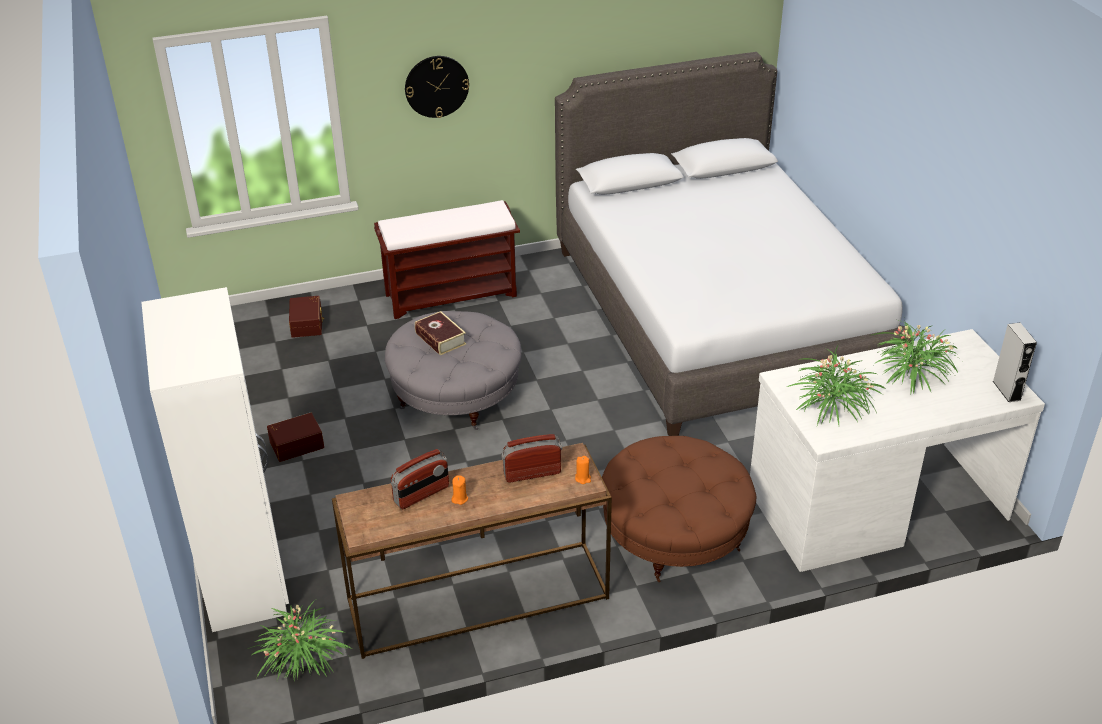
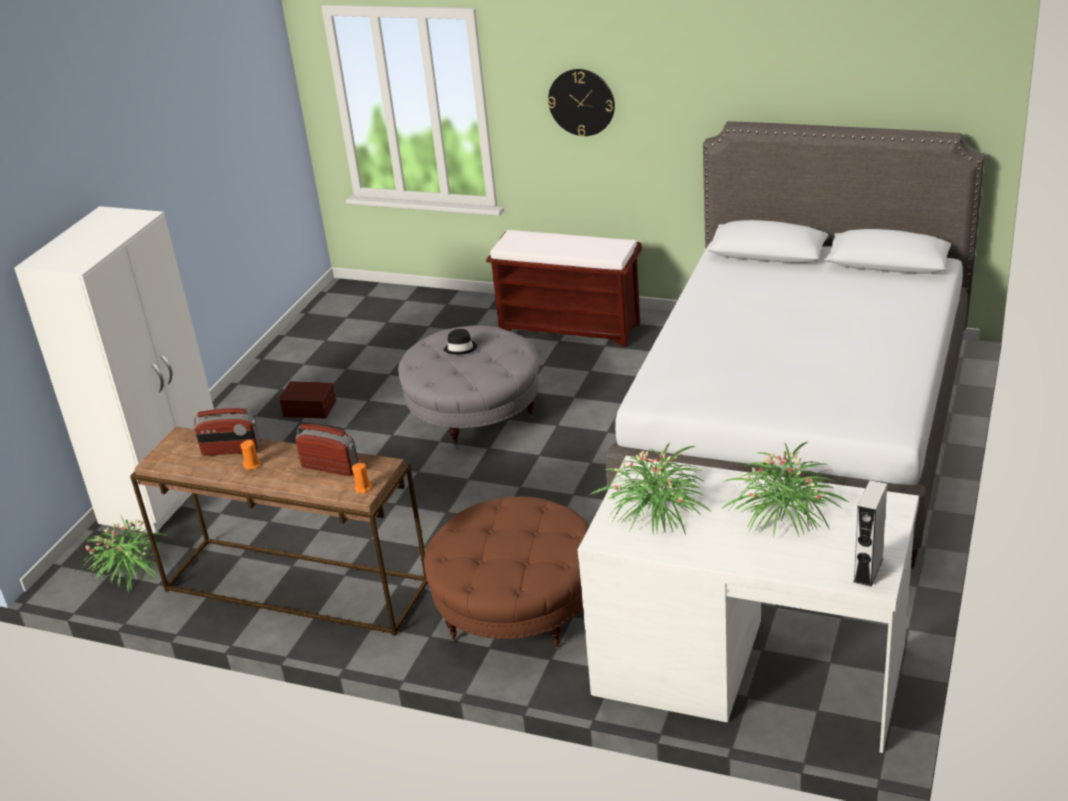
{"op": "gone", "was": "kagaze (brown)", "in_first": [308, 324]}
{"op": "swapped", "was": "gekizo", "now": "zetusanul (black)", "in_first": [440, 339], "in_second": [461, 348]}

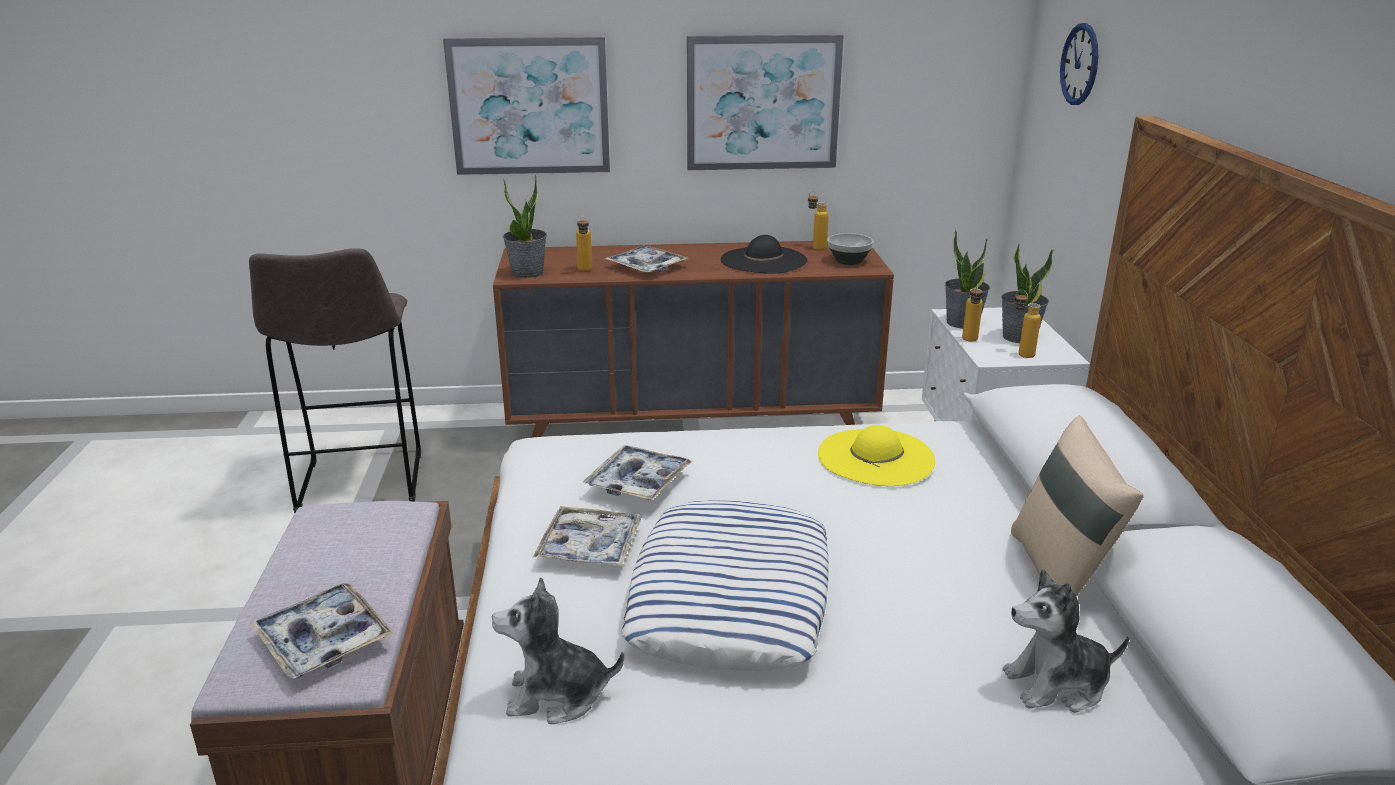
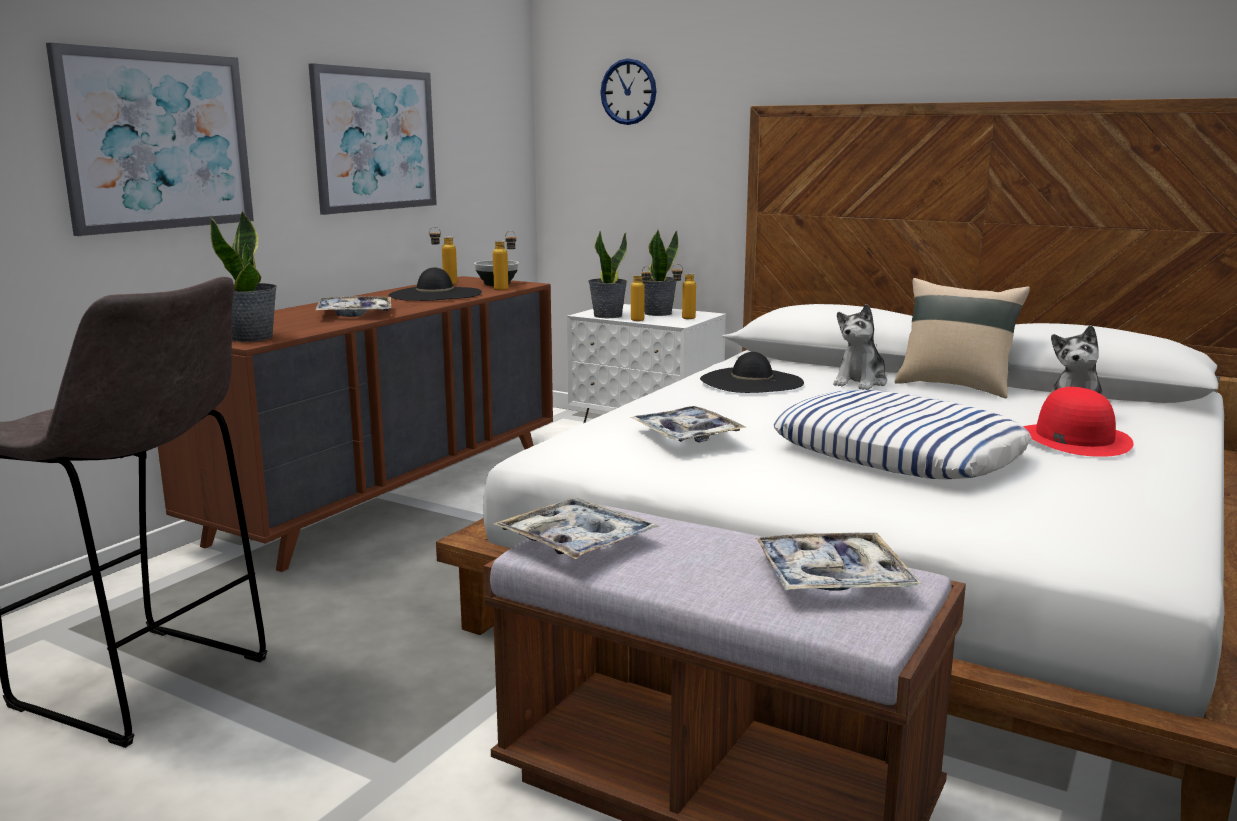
{"op": "shifted", "was": "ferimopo", "in_first": [557, 696], "in_second": [861, 382]}
{"op": "shifted", "was": "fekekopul", "in_first": [589, 546], "in_second": [576, 542]}
{"op": "shifted", "was": "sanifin", "in_first": [585, 271], "in_second": [506, 290]}
{"op": "repainted", "was": "zetusanul (yellow)", "now": "zetusanul (black)", "in_first": [876, 457], "in_second": [751, 381]}
{"op": "new", "now": "zetusanul (red)", "in_second": [1073, 439]}

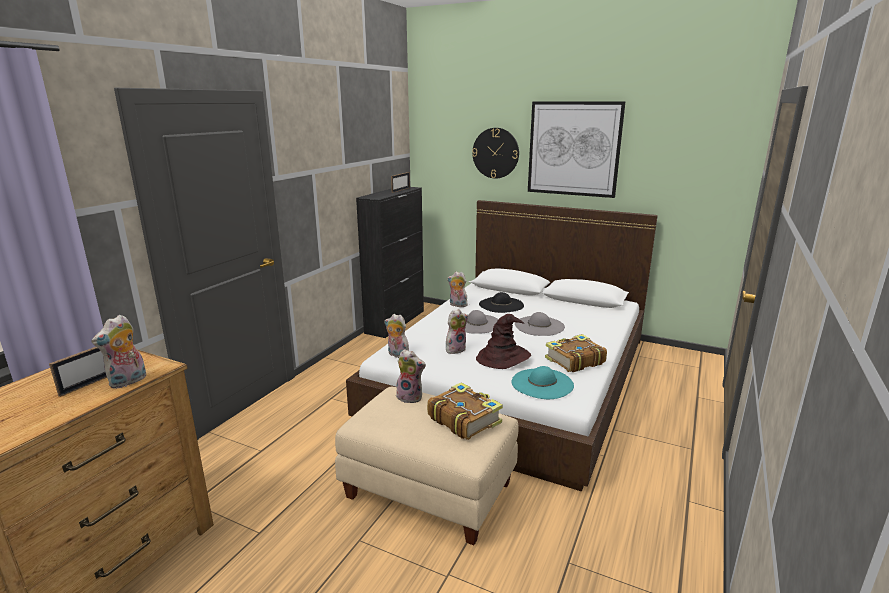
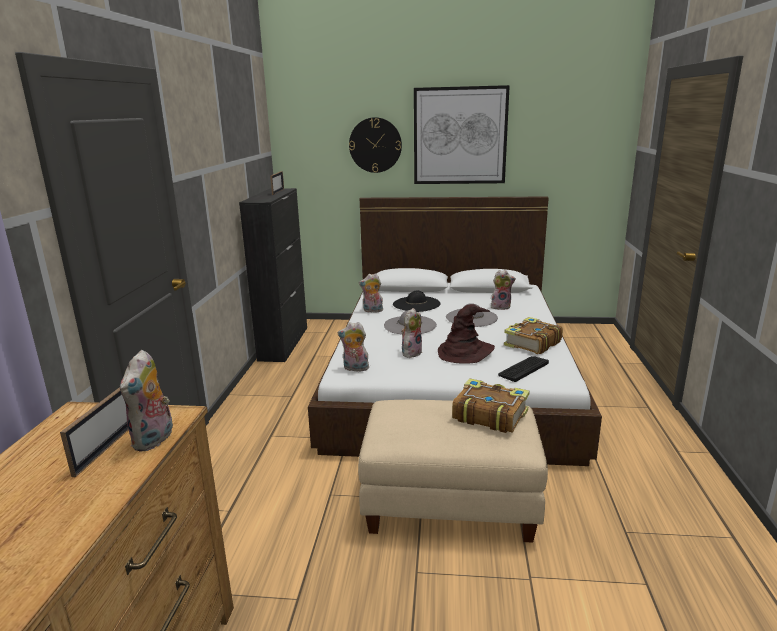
{"op": "shifted", "was": "ferimopo", "in_first": [411, 397], "in_second": [501, 307]}
{"op": "swapped", "was": "zetusanul (turquoise)", "now": "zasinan", "in_first": [542, 383], "in_second": [523, 369]}

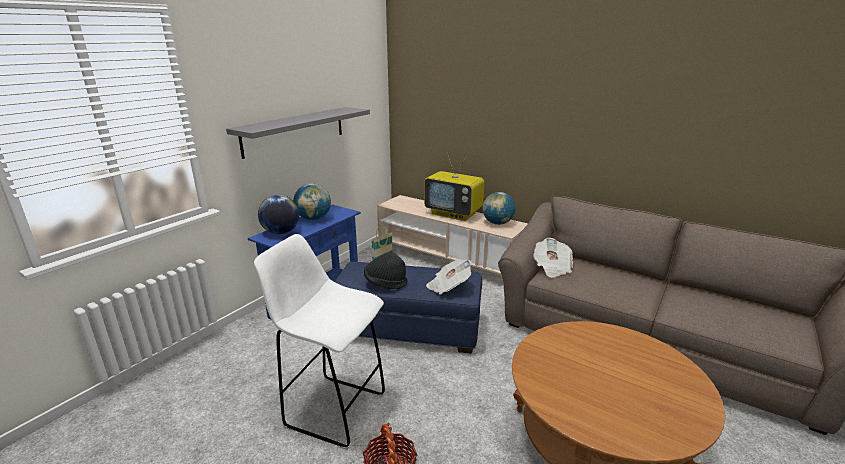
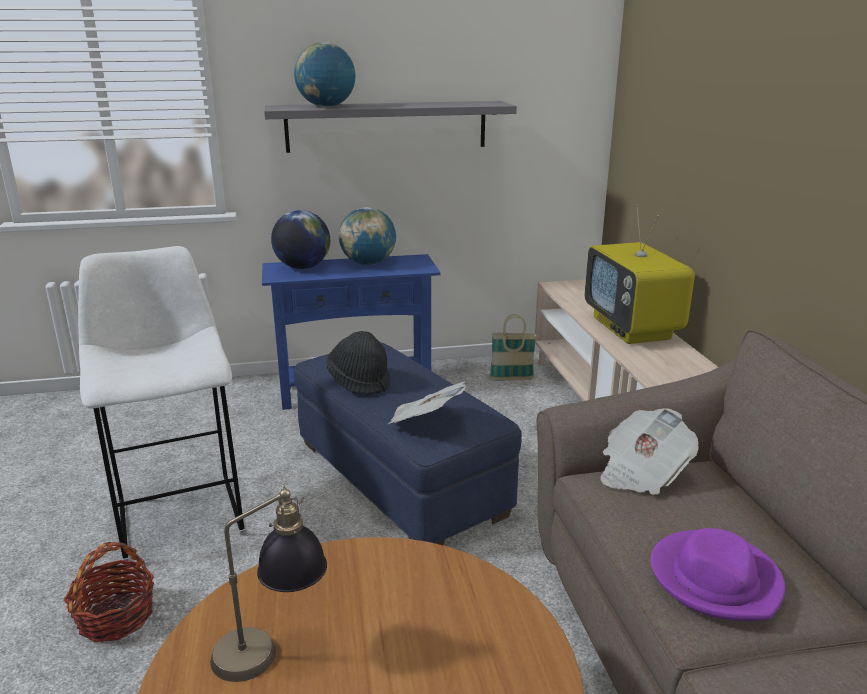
{"op": "shifted", "was": "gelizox", "in_first": [497, 223], "in_second": [326, 106]}
{"op": "new", "now": "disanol", "in_second": [272, 651]}
{"op": "new", "now": "zetusanul (purple)", "in_second": [715, 579]}

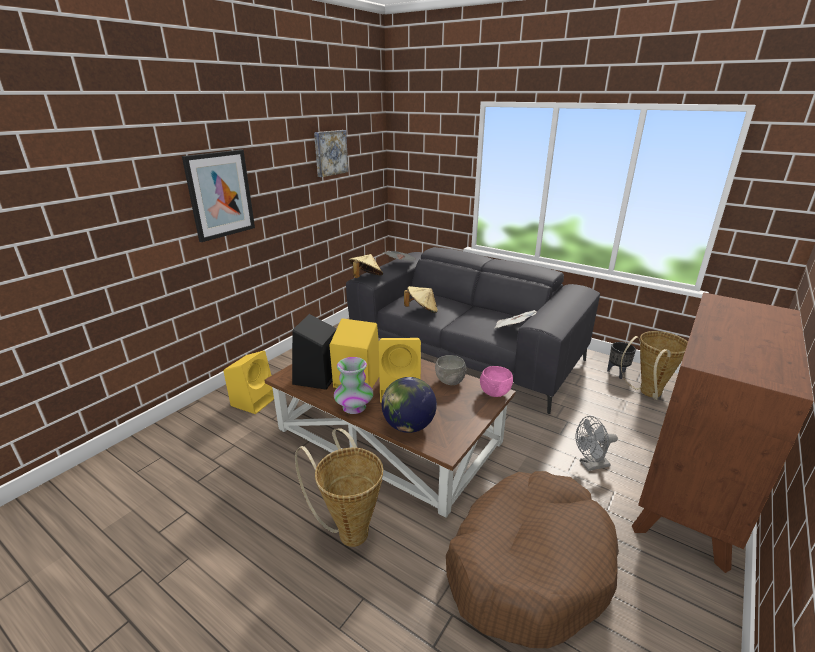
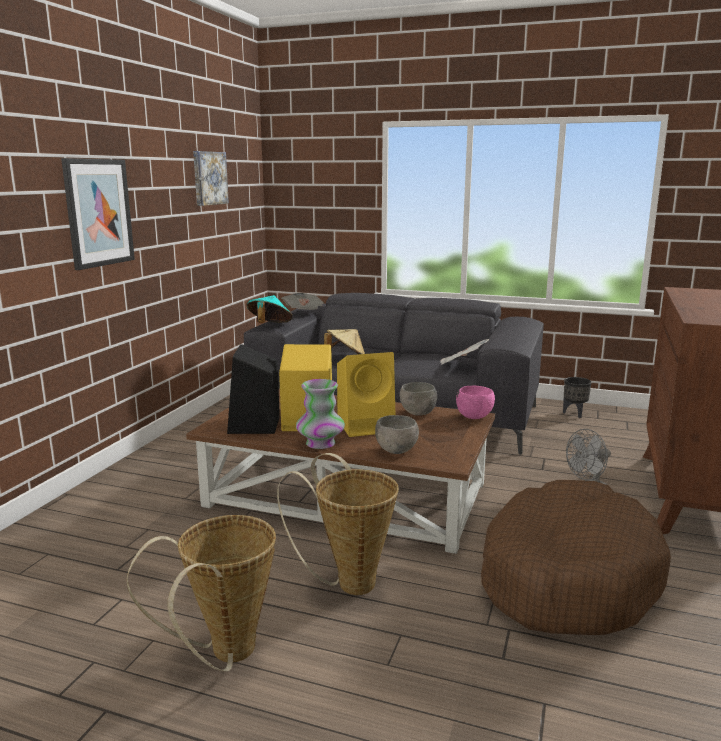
{"op": "gone", "was": "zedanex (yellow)", "in_first": [254, 400]}
{"op": "repainted", "was": "zetusanul (beige)", "now": "zetusanul (turquoise)", "in_first": [365, 278], "in_second": [269, 326]}
{"op": "swapped", "was": "gelizox", "now": "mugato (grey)", "in_first": [409, 426], "in_second": [397, 451]}
{"op": "shifted", "was": "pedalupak", "in_first": [647, 394], "in_second": [224, 655]}

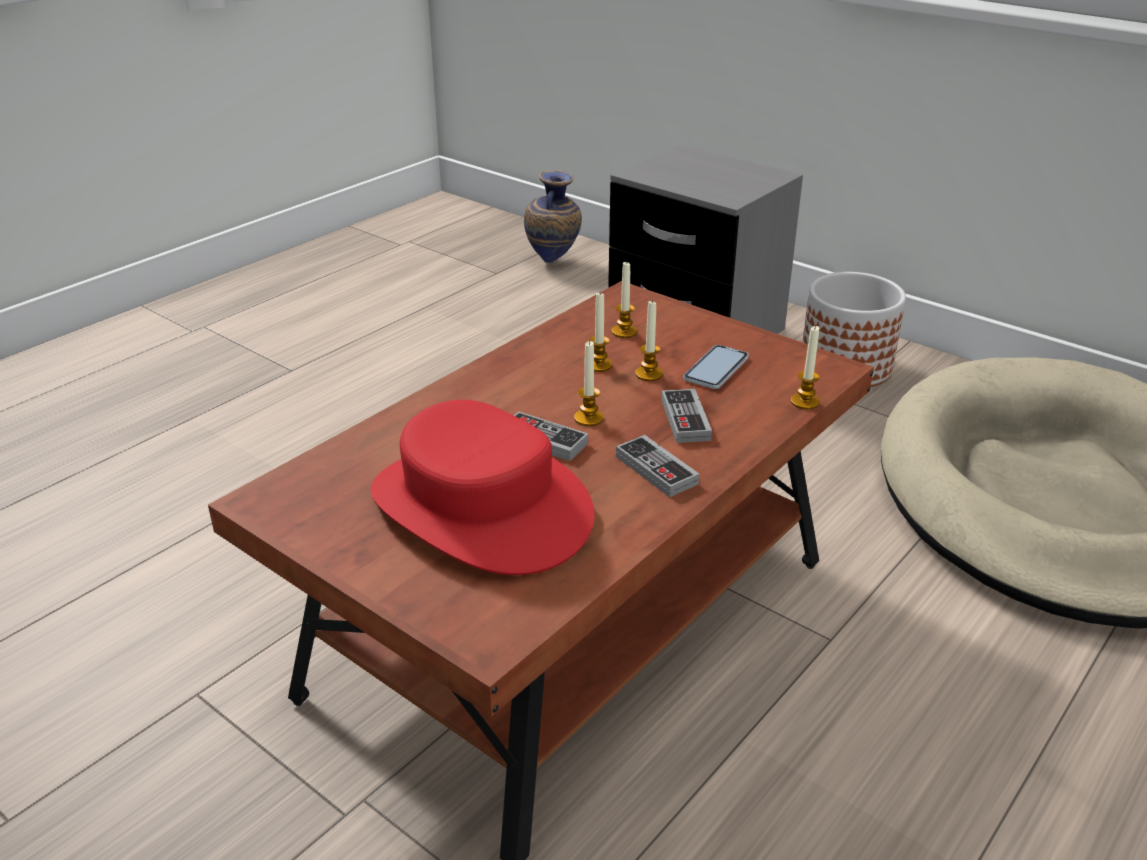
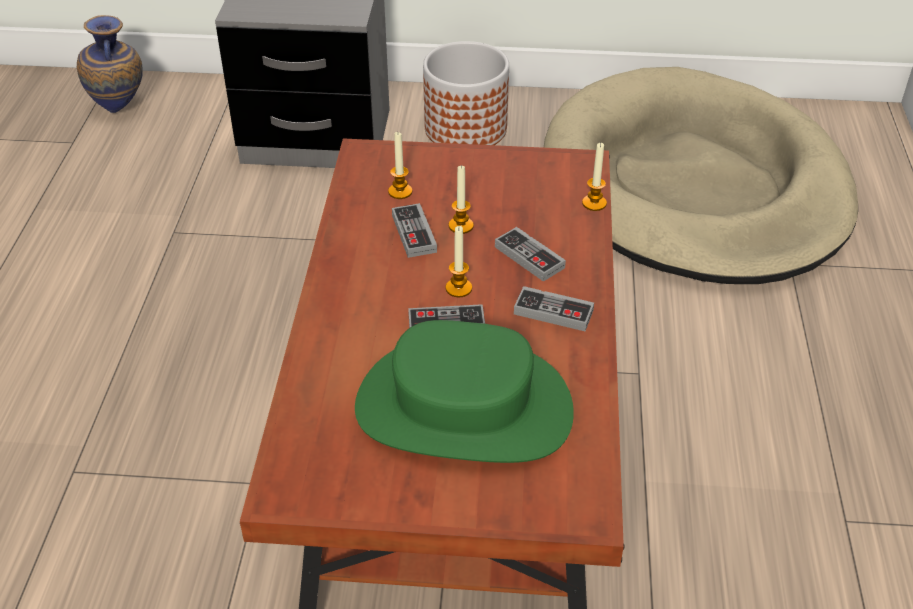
{"op": "repainted", "was": "zetusanul (red)", "now": "zetusanul (green)", "in_first": [479, 507], "in_second": [463, 409]}
{"op": "swapped", "was": "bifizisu", "now": "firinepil", "in_first": [599, 365], "in_second": [414, 233]}
{"op": "gone", "was": "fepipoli", "in_first": [716, 369]}

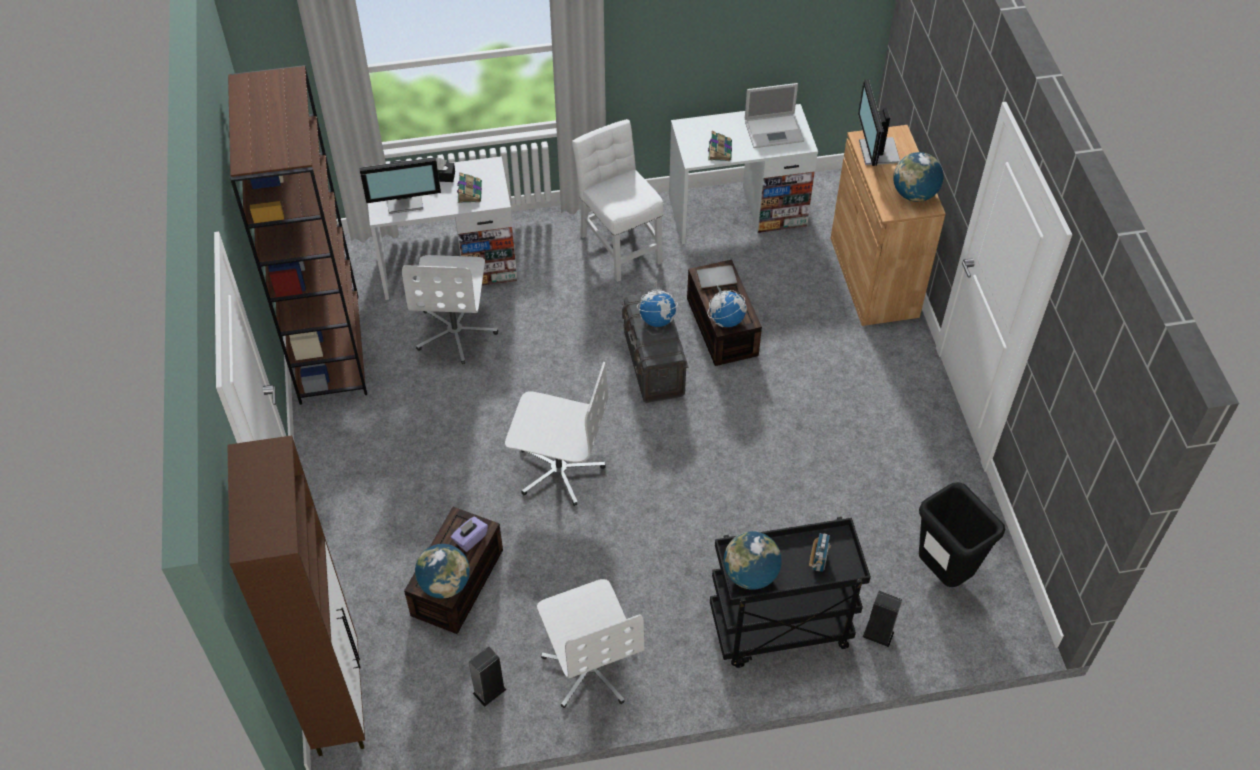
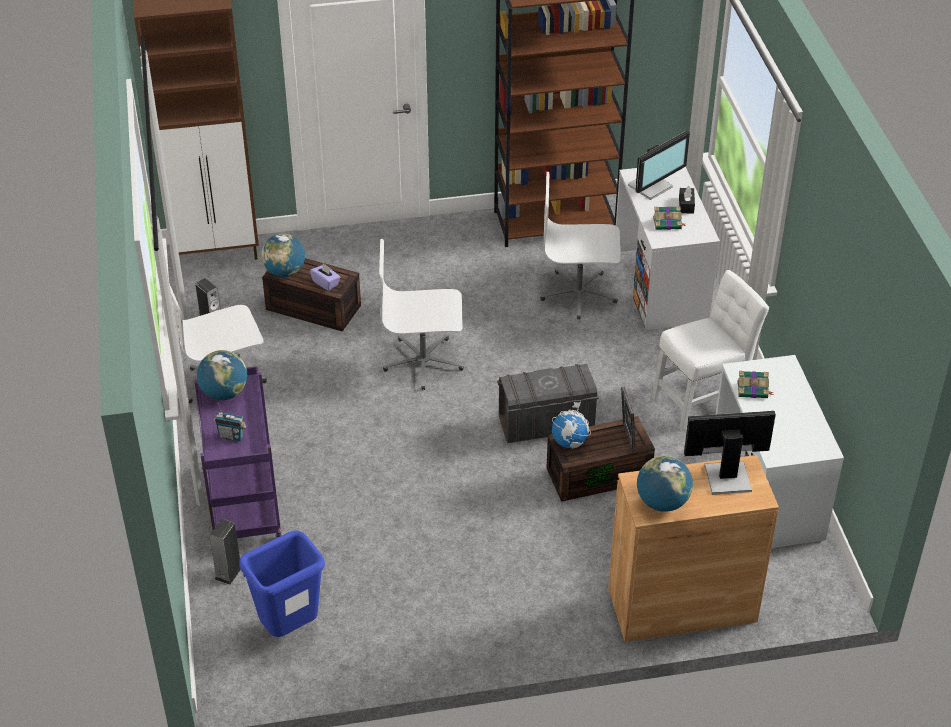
{"op": "rotated", "was": "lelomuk", "in_first": [405, 200], "in_second": [652, 187], "clockwise": -120}
{"op": "rotated", "was": "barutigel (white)", "in_first": [559, 469], "in_second": [423, 362], "clockwise": 75}
{"op": "gone", "was": "gelizox", "in_first": [657, 319]}
{"op": "swapped", "was": "gekizo (grey)", "now": "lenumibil", "in_first": [716, 278], "in_second": [626, 436]}
{"op": "repainted", "was": "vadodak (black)", "now": "vadodak (purple)", "in_first": [779, 630], "in_second": [242, 503]}
{"op": "gone", "was": "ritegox", "in_first": [775, 130]}
{"op": "repainted", "was": "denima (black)", "now": "denima (blue)", "in_first": [942, 572], "in_second": [290, 628]}

